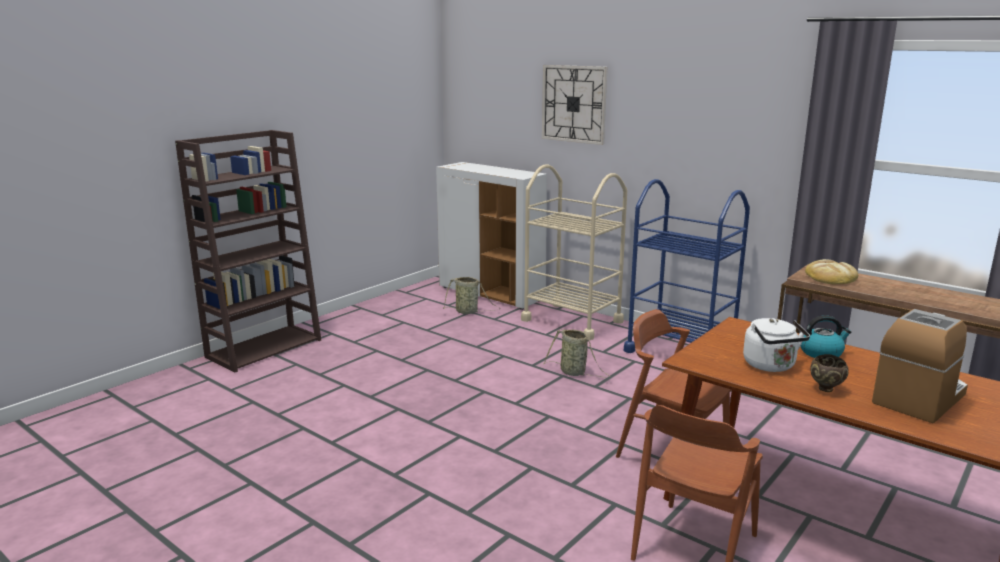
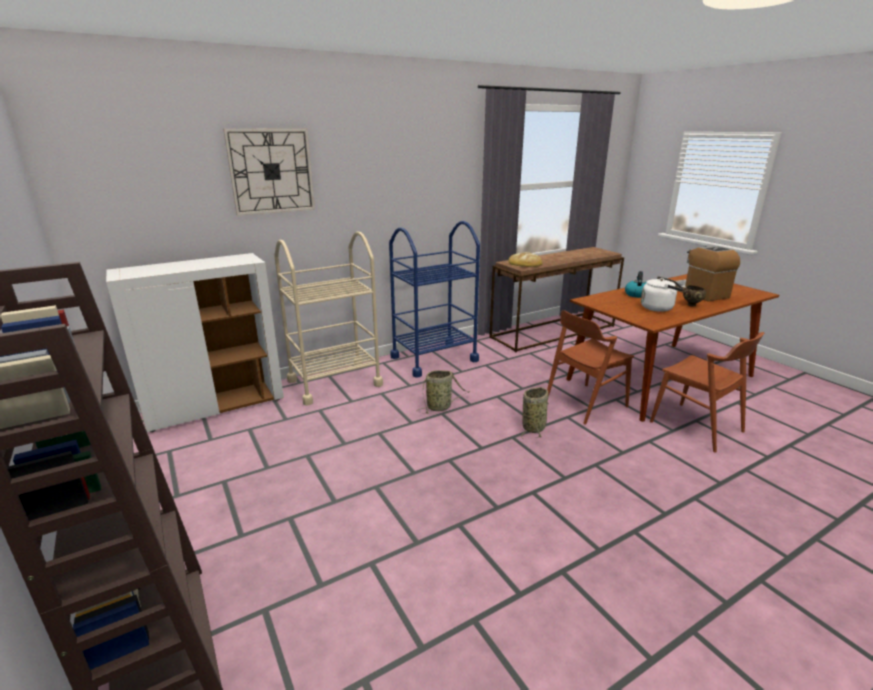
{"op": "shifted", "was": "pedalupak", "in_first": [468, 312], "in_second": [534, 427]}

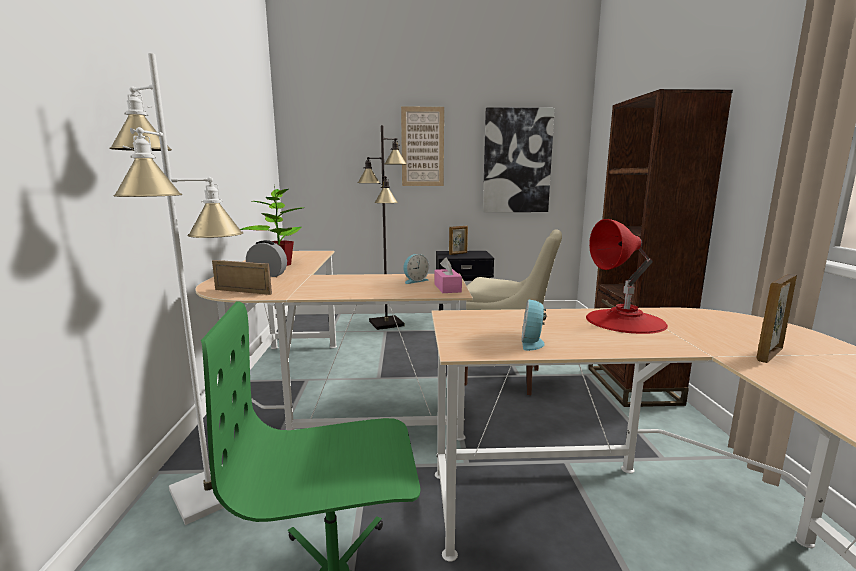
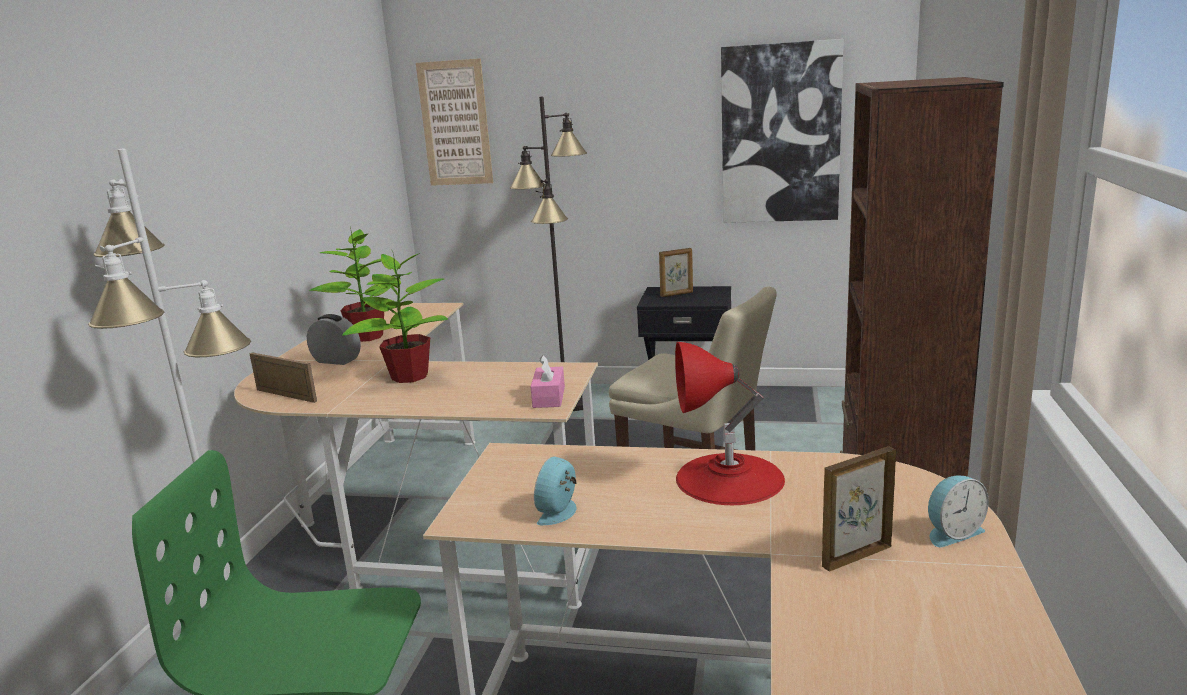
{"op": "shifted", "was": "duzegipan", "in_first": [422, 147], "in_second": [455, 123]}
{"op": "shifted", "was": "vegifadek", "in_first": [415, 281], "in_second": [952, 532]}
{"op": "new", "now": "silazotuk", "in_second": [409, 376]}

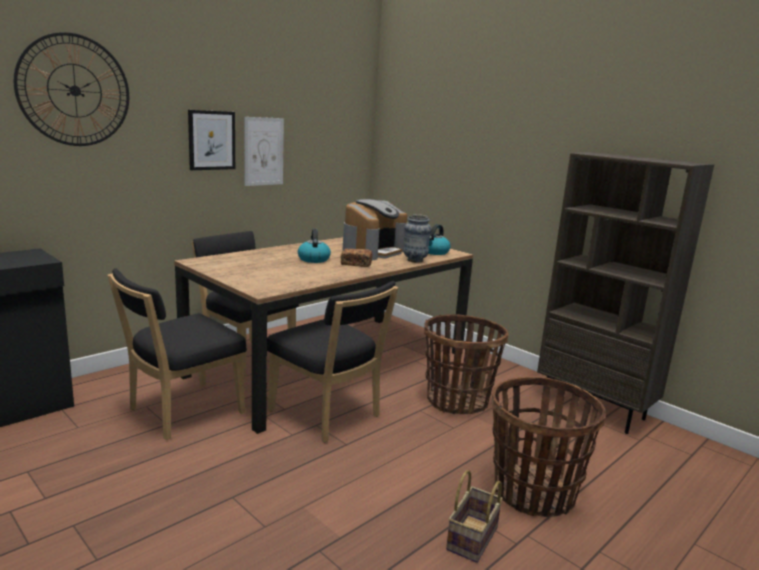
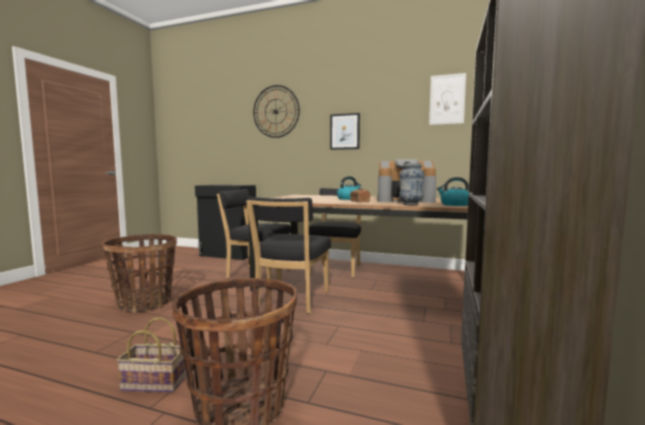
{"op": "shifted", "was": "duzegipan", "in_first": [263, 151], "in_second": [447, 99]}
{"op": "shifted", "was": "pedalupak", "in_first": [457, 401], "in_second": [145, 303]}

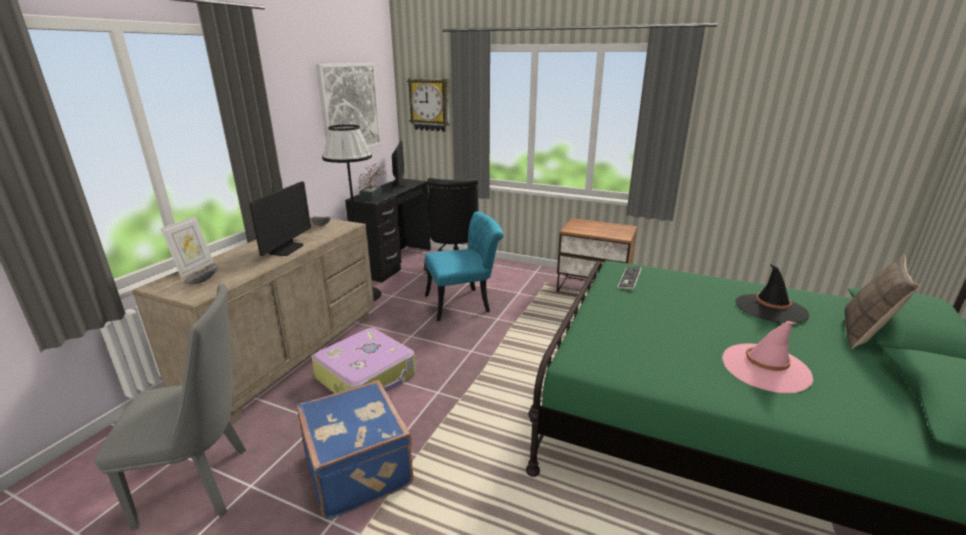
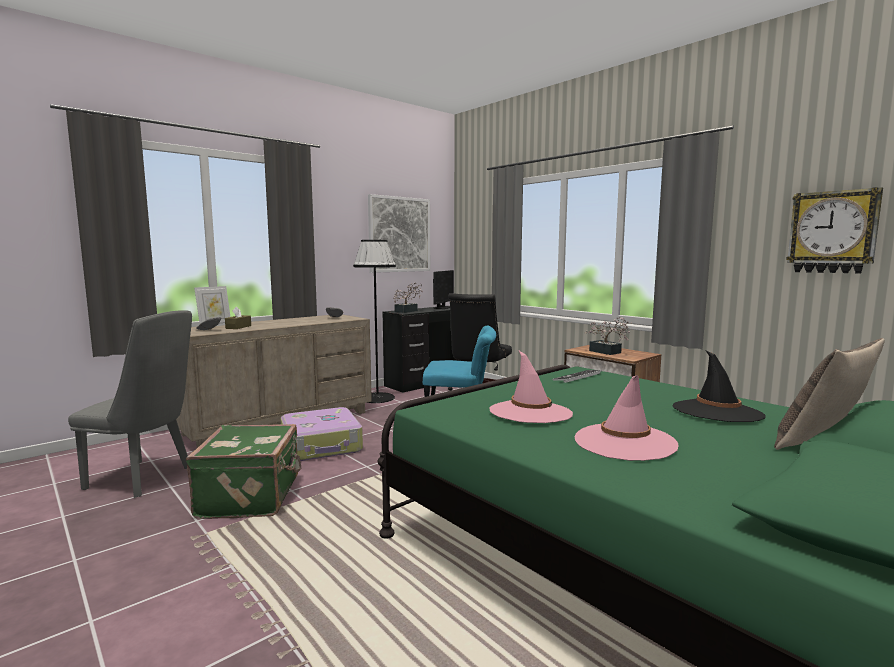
{"op": "gone", "was": "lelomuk", "in_first": [286, 249]}
{"op": "repainted", "was": "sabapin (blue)", "now": "sabapin (green)", "in_first": [360, 468], "in_second": [252, 496]}
{"op": "shifted", "was": "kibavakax", "in_first": [430, 104], "in_second": [832, 232]}
{"op": "new", "now": "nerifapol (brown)", "in_second": [238, 327]}
{"op": "new", "now": "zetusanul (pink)", "in_second": [530, 412]}
{"op": "new", "now": "silazotuk", "in_second": [607, 352]}

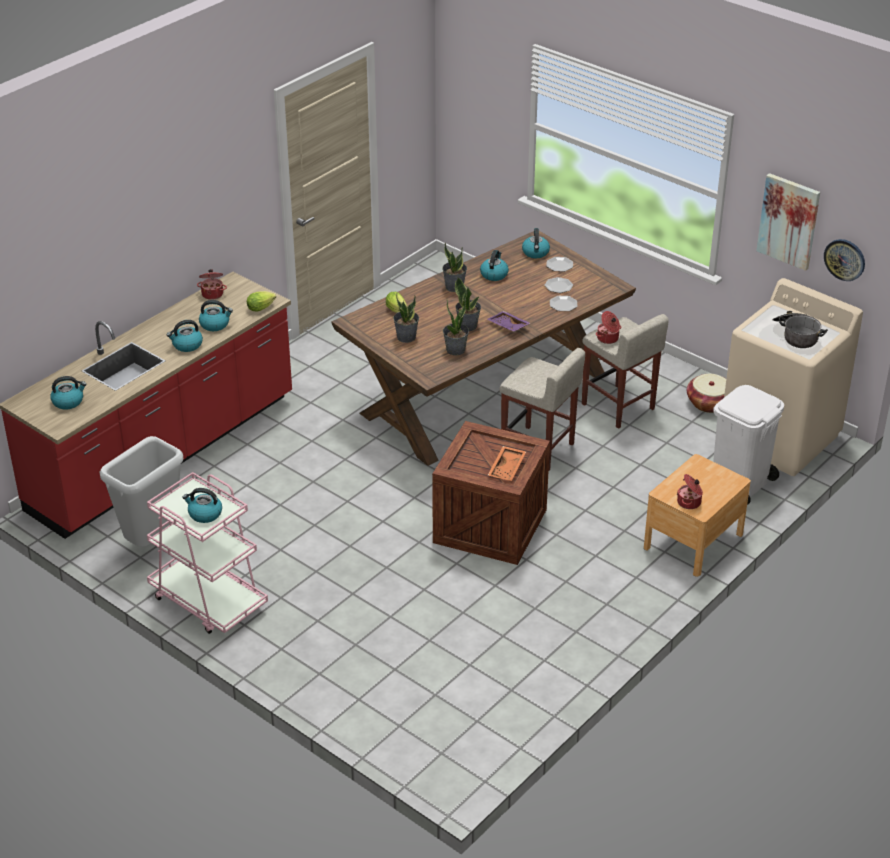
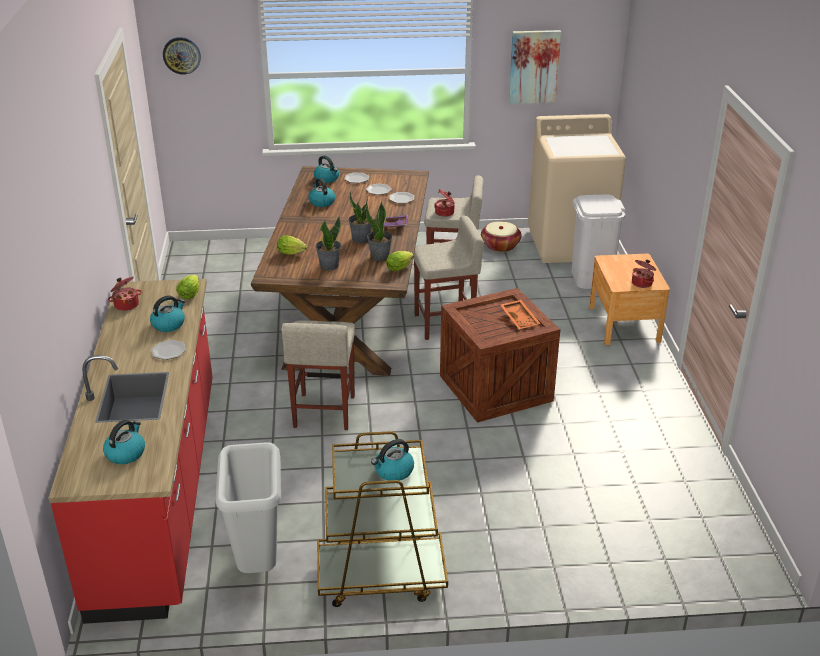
{"op": "repainted", "was": "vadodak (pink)", "now": "vadodak (brown)", "in_first": [208, 600], "in_second": [380, 576]}
{"op": "swapped", "was": "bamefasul", "now": "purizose", "in_first": [187, 345], "in_second": [169, 351]}
{"op": "gone", "was": "silazotuk", "in_first": [454, 287]}
{"op": "gone", "was": "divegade", "in_first": [796, 336]}
{"op": "shifted", "was": "kibavakax", "in_first": [845, 259], "in_second": [181, 55]}
{"op": "new", "now": "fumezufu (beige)", "in_second": [324, 412]}
{"op": "new", "now": "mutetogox", "in_second": [400, 268]}

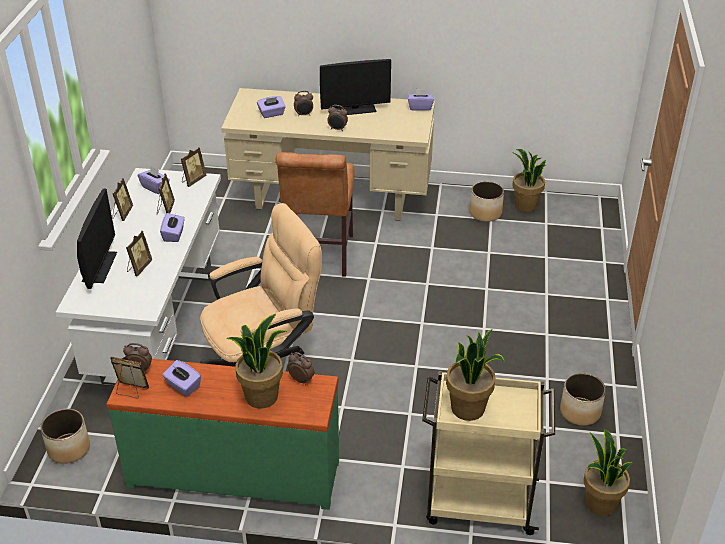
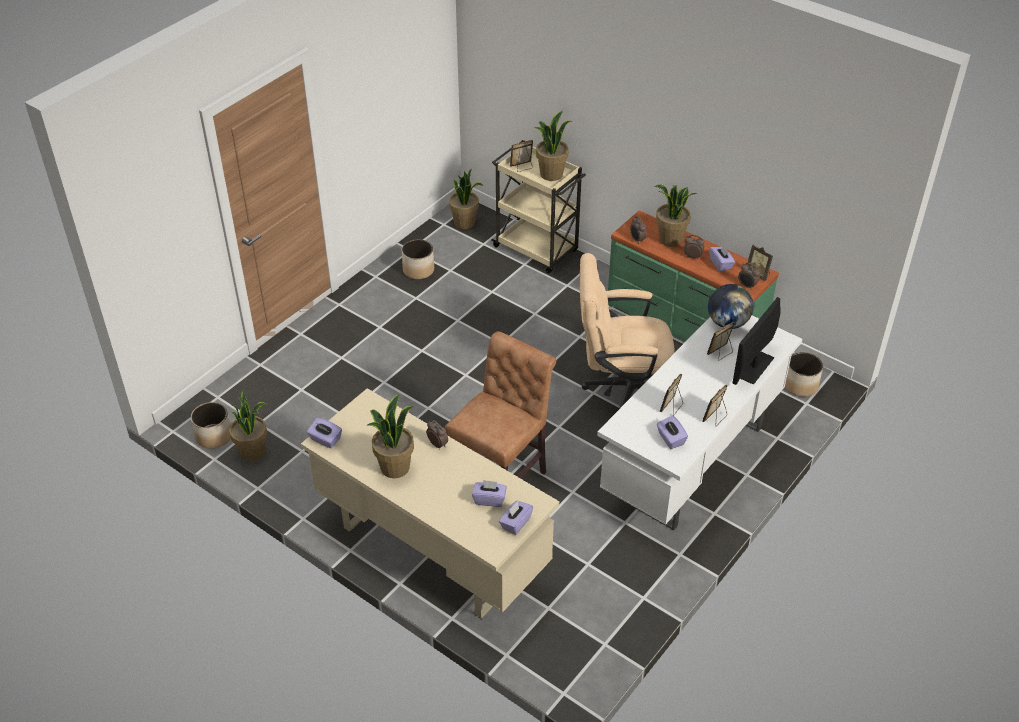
{"op": "shifted", "was": "nerifapol (purple)", "in_first": [174, 235], "in_second": [515, 523]}
{"op": "shifted", "was": "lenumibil", "in_first": [193, 180], "in_second": [522, 167]}
{"op": "shifted", "was": "vegifadek", "in_first": [304, 115], "in_second": [692, 256]}
{"op": "swapped", "was": "lelomuk", "now": "silazotuk", "in_first": [355, 109], "in_second": [394, 467]}
{"op": "shifted", "was": "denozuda", "in_first": [486, 213], "in_second": [214, 436]}
{"op": "new", "now": "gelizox", "in_second": [727, 323]}

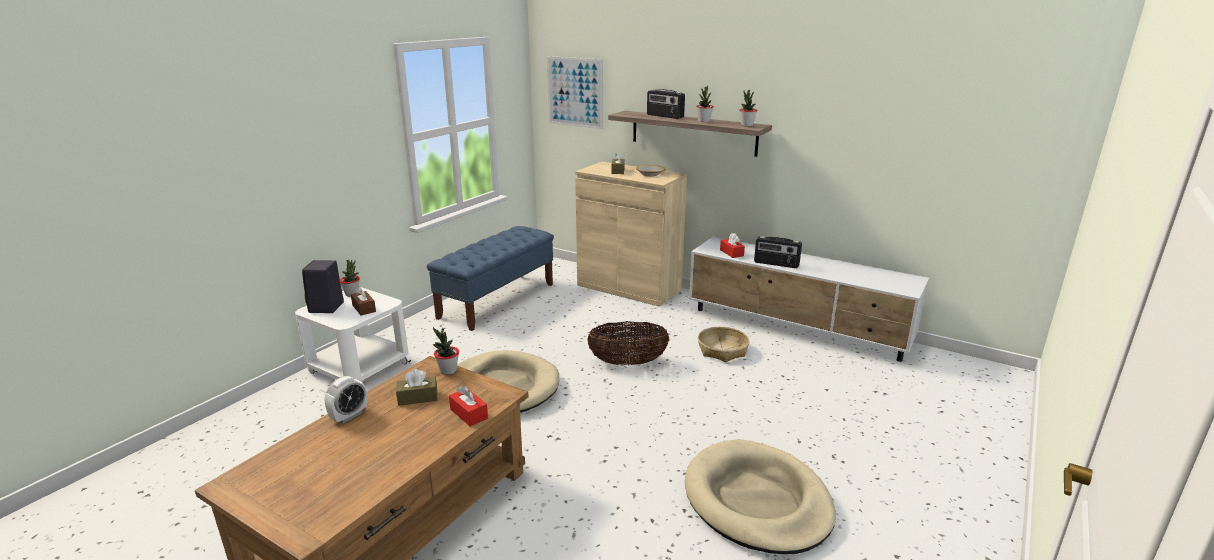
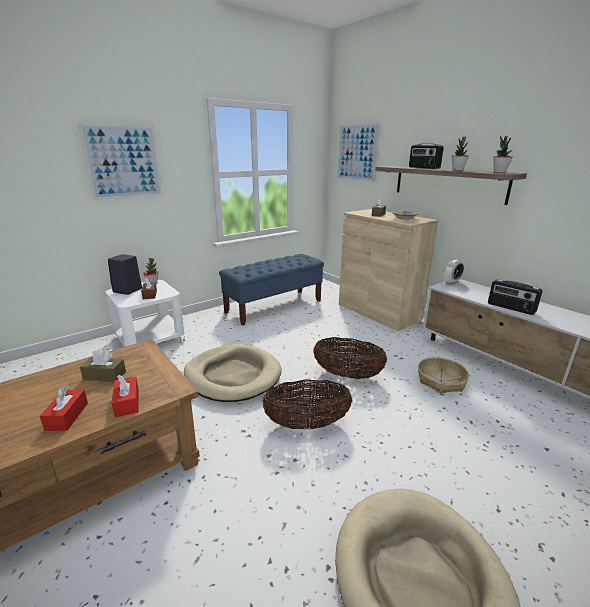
{"op": "shifted", "was": "vegifadek", "in_first": [349, 416], "in_second": [451, 282]}
{"op": "gone", "was": "silazotuk", "in_first": [448, 371]}
{"op": "shifted", "was": "nerifapol (red)", "in_first": [731, 253], "in_second": [67, 416]}
{"op": "new", "now": "duzegipan", "in_second": [123, 162]}
{"op": "new", "now": "pedalupak", "in_second": [307, 424]}

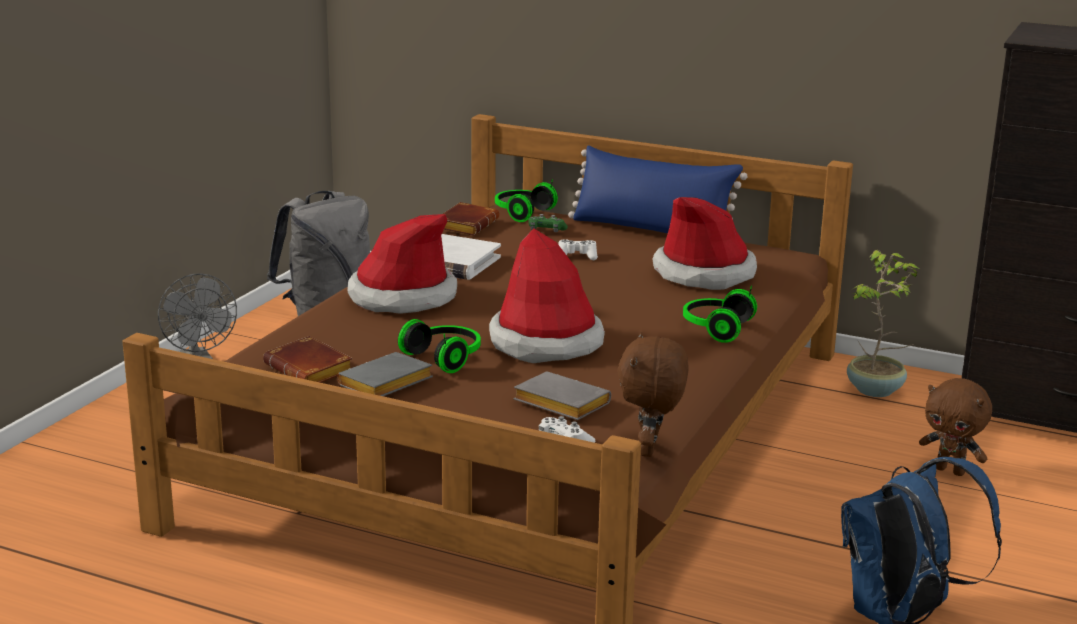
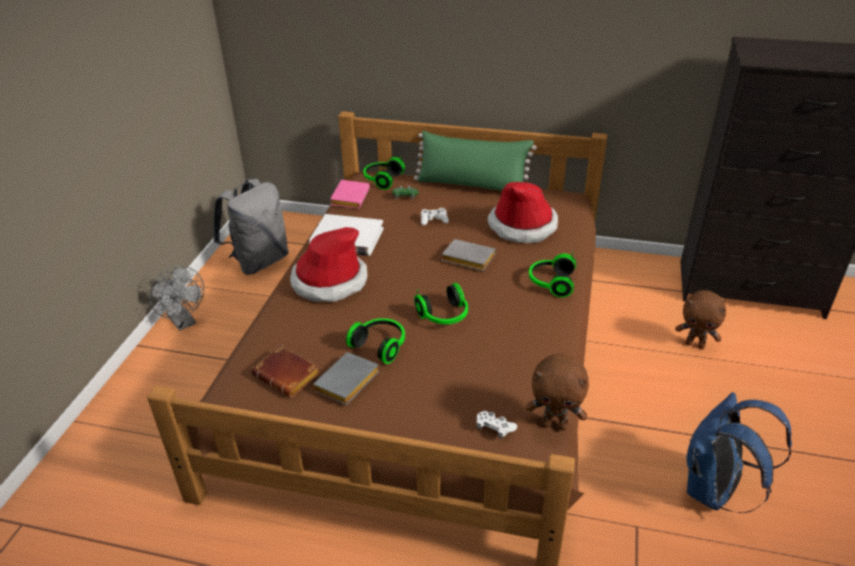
{"op": "repainted", "was": "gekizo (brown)", "now": "gekizo (pink)", "in_first": [466, 224], "in_second": [349, 197]}
{"op": "swapped", "was": "zetusanul", "now": "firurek", "in_first": [546, 342], "in_second": [444, 316]}
{"op": "shifted", "was": "gekizo (grey)", "in_first": [558, 404], "in_second": [466, 259]}
{"op": "repainted", "was": "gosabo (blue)", "now": "gosabo (green)", "in_first": [652, 231], "in_second": [472, 185]}
{"op": "rotated", "was": "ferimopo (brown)", "in_first": [650, 450], "in_second": [555, 424], "clockwise": -75}
{"op": "gone", "was": "silazotuk", "in_first": [876, 390]}

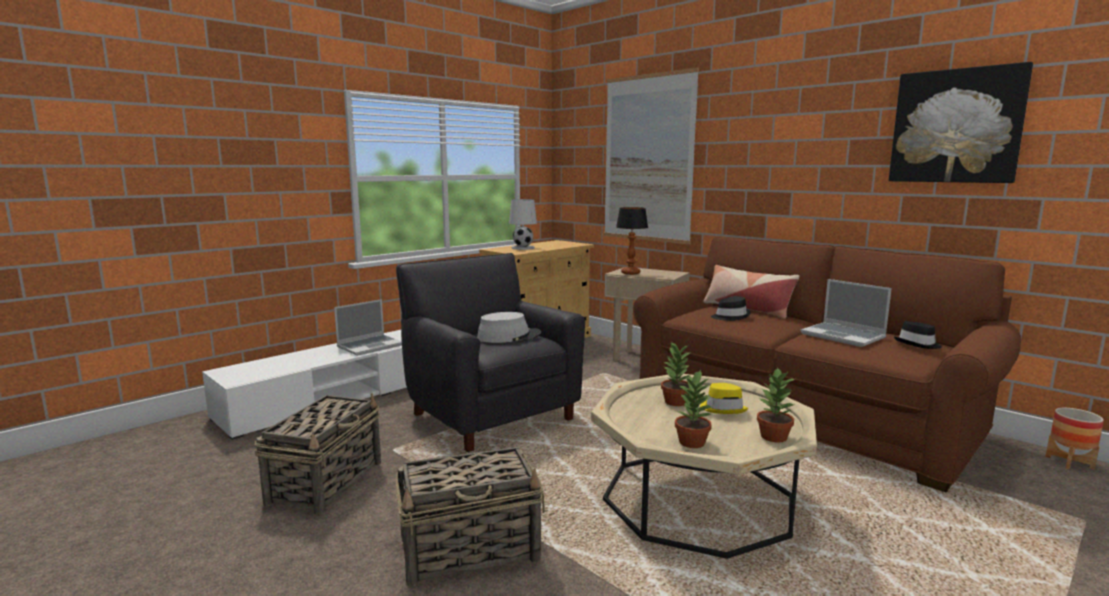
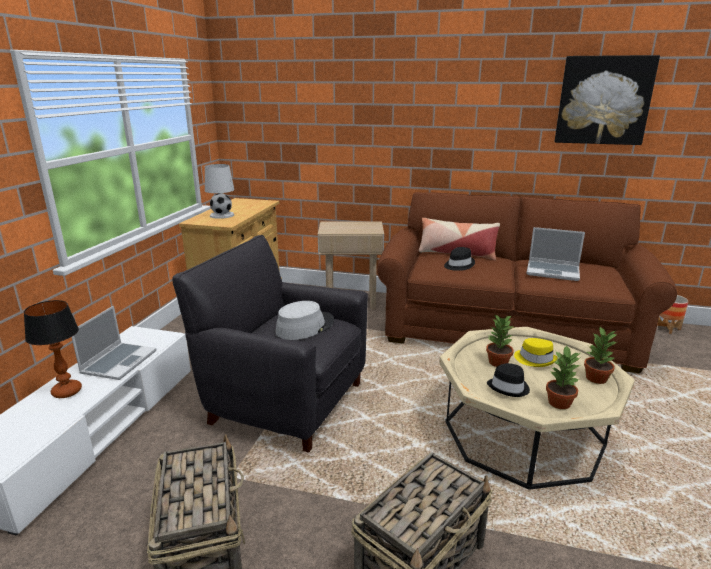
{"op": "gone", "was": "duzegipan", "in_first": [648, 159]}
{"op": "shifted", "was": "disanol", "in_first": [630, 273], "in_second": [66, 391]}
{"op": "shifted", "was": "zetusanul (black)", "in_first": [918, 344], "in_second": [509, 387]}

